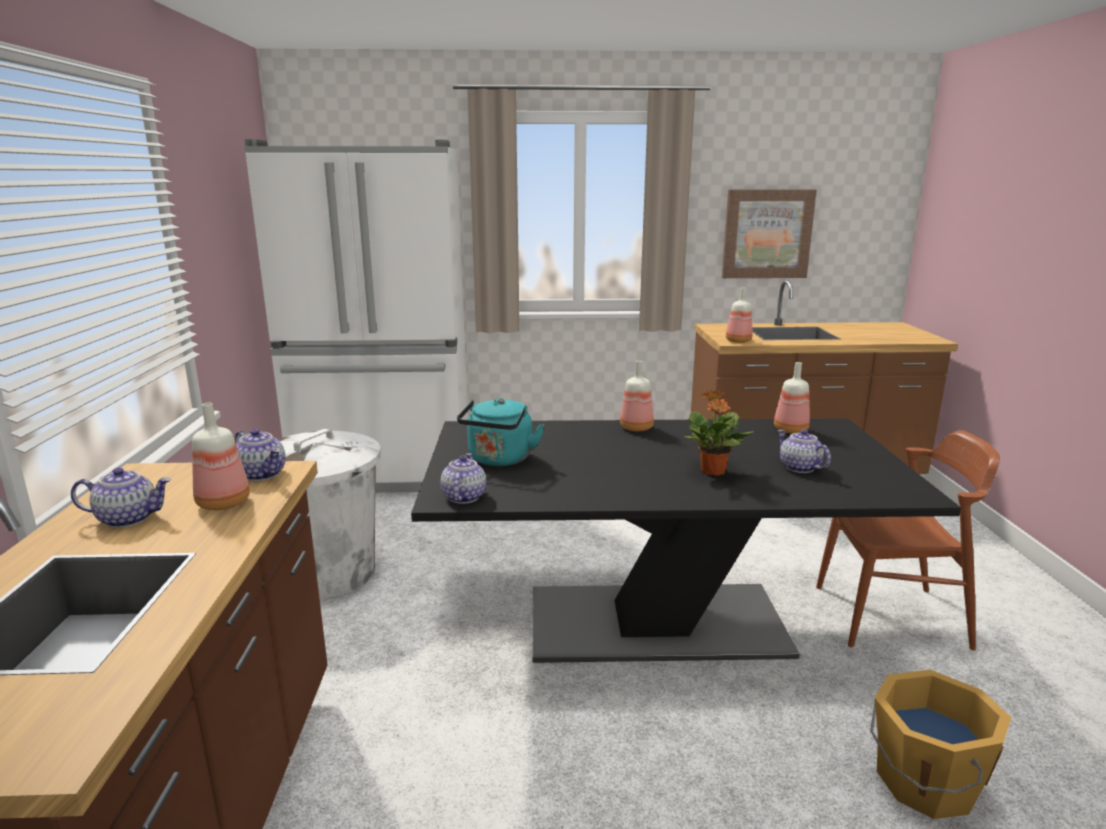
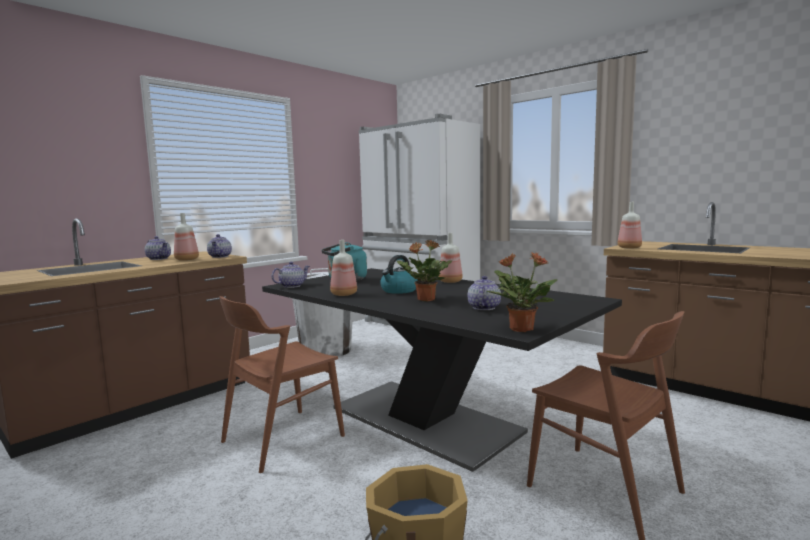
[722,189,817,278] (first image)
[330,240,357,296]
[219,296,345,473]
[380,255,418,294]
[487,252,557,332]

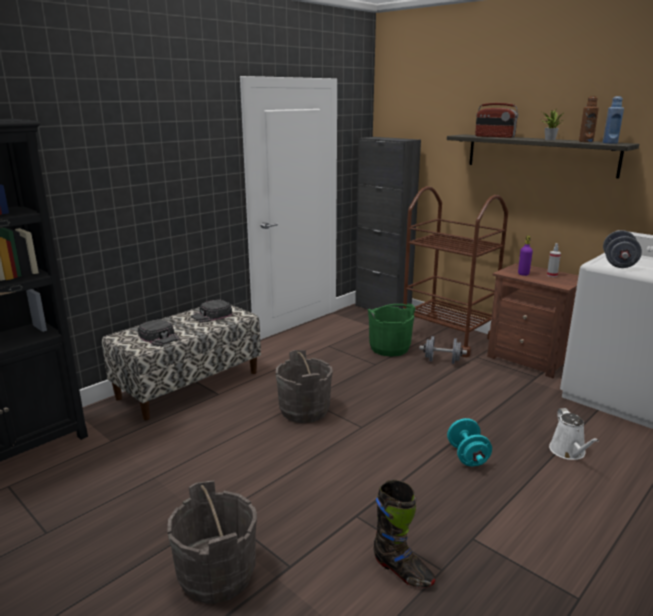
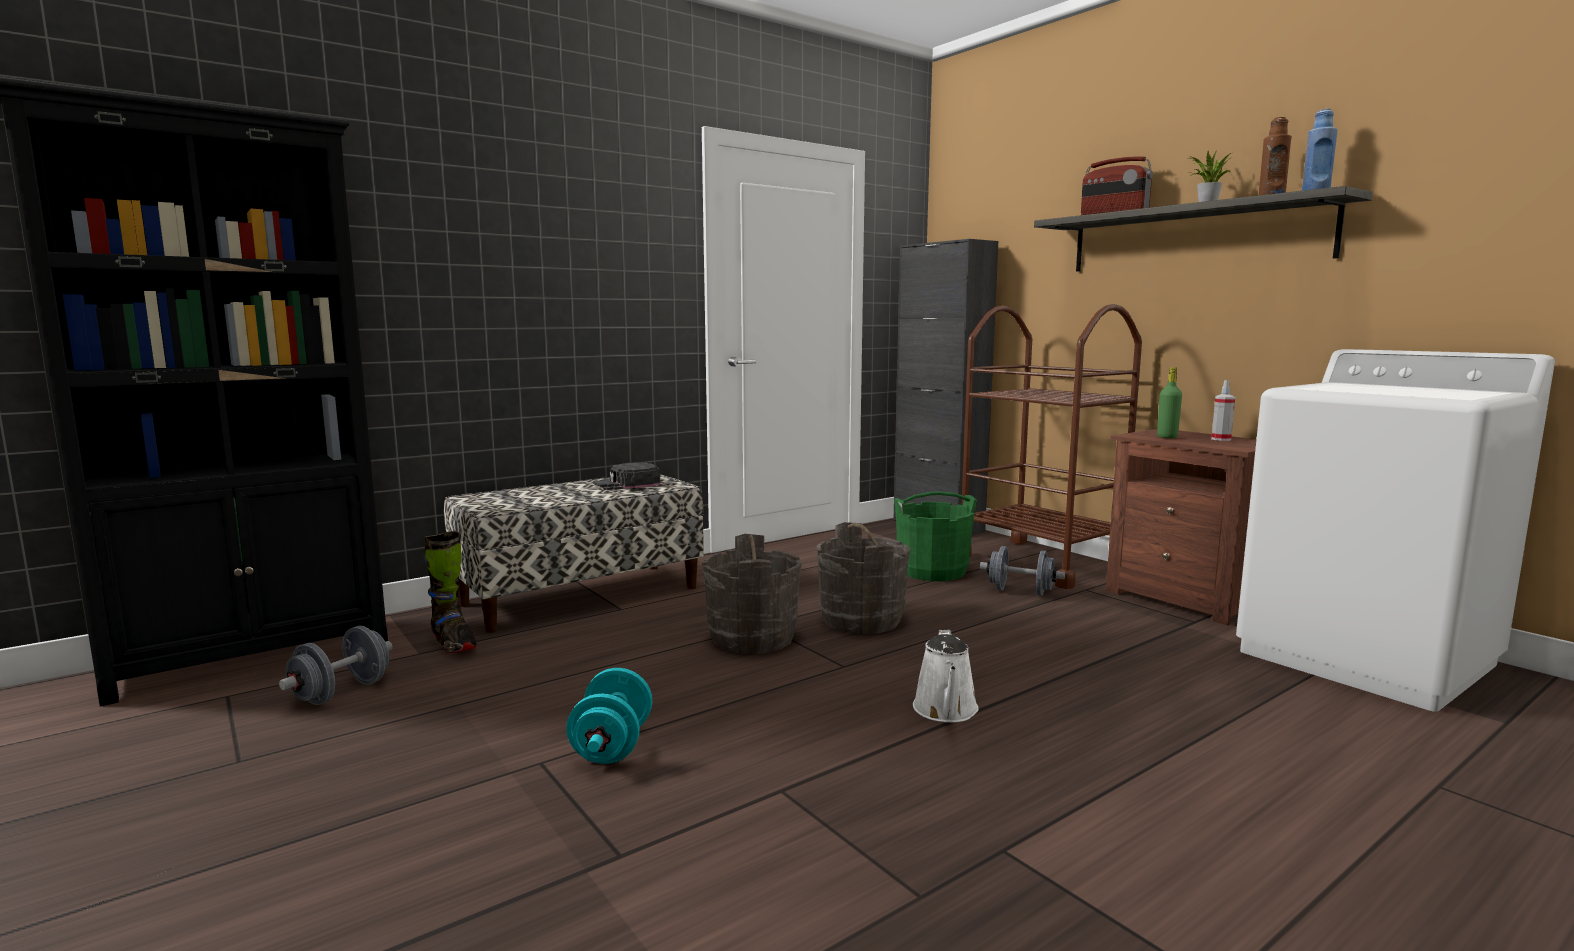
[138,319,180,346] (first image)
[817,522,910,634]
[424,531,477,653]
[566,668,652,764]
[1157,367,1182,438]
[913,630,979,723]
[279,626,393,705]

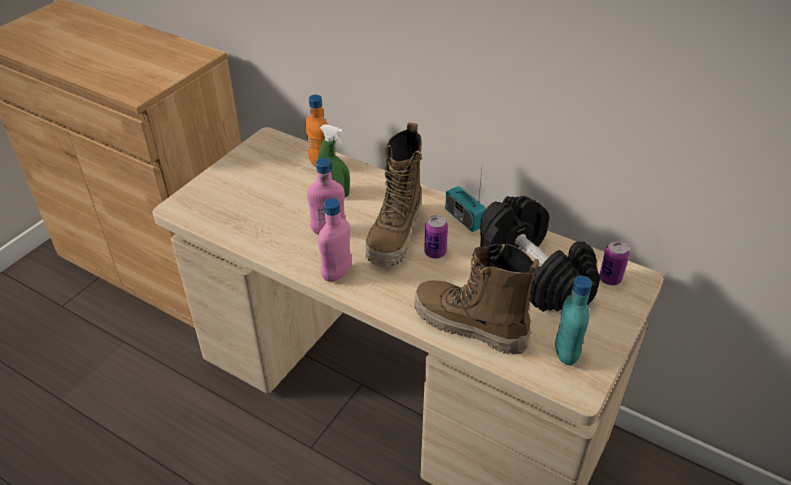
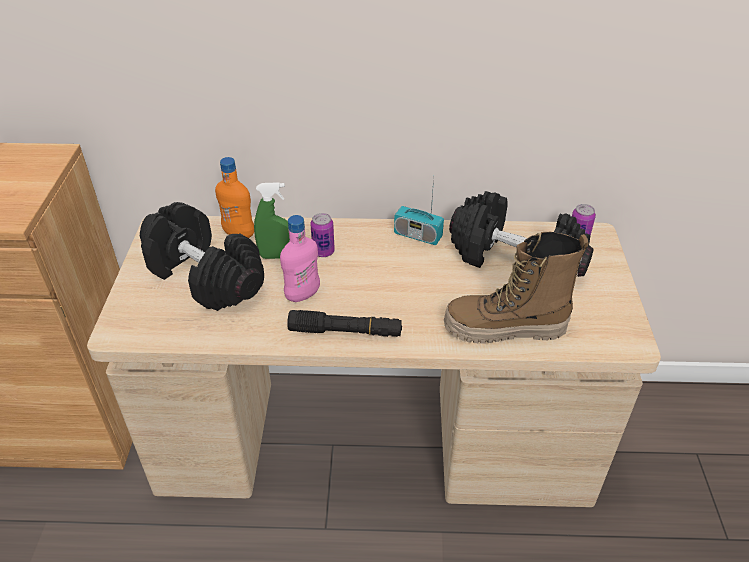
[287,310,402,337]
[365,123,422,267] (first image)
[310,213,335,257]
[555,276,592,365] (first image)
[140,202,264,311]

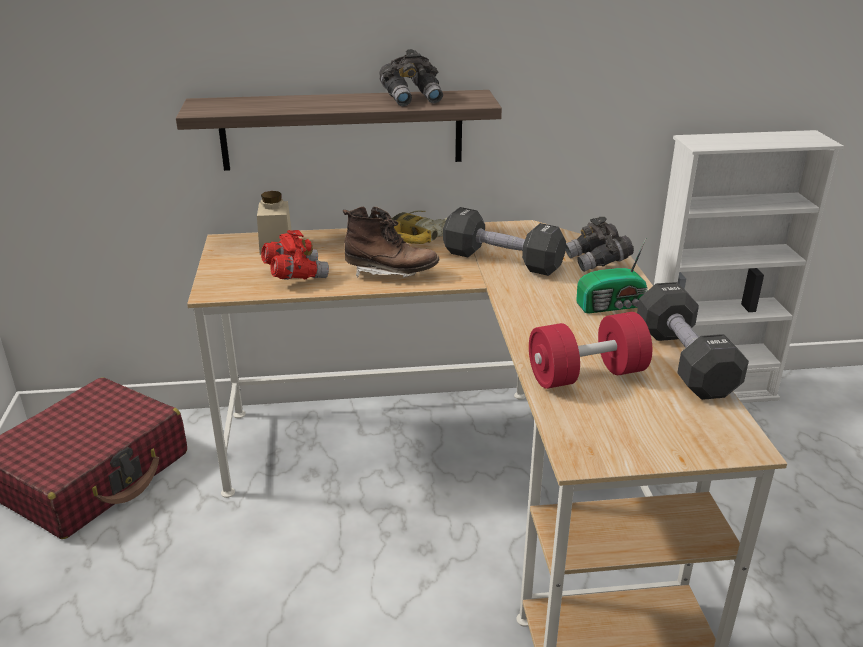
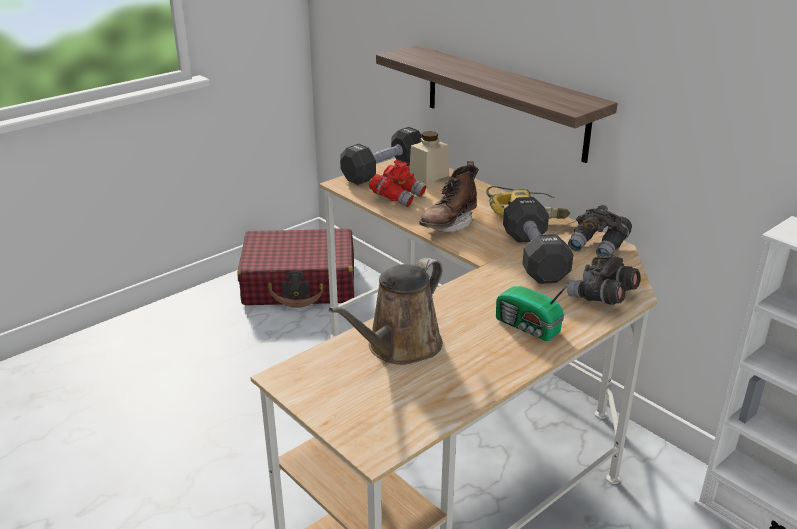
[420,161,479,232]
[568,205,632,256]
[329,258,443,365]
[340,127,422,185]

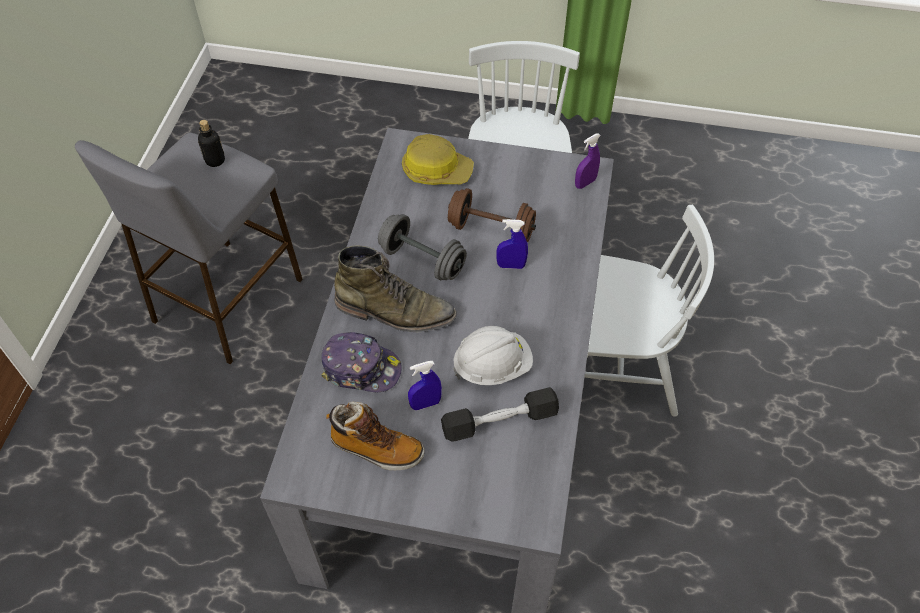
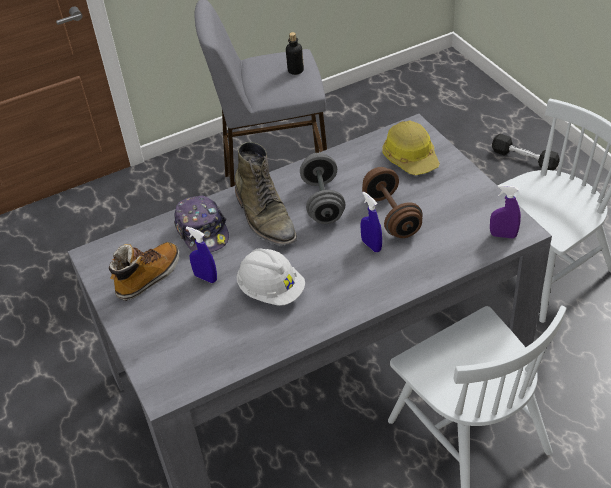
[109,242,179,301]
[492,134,560,171]

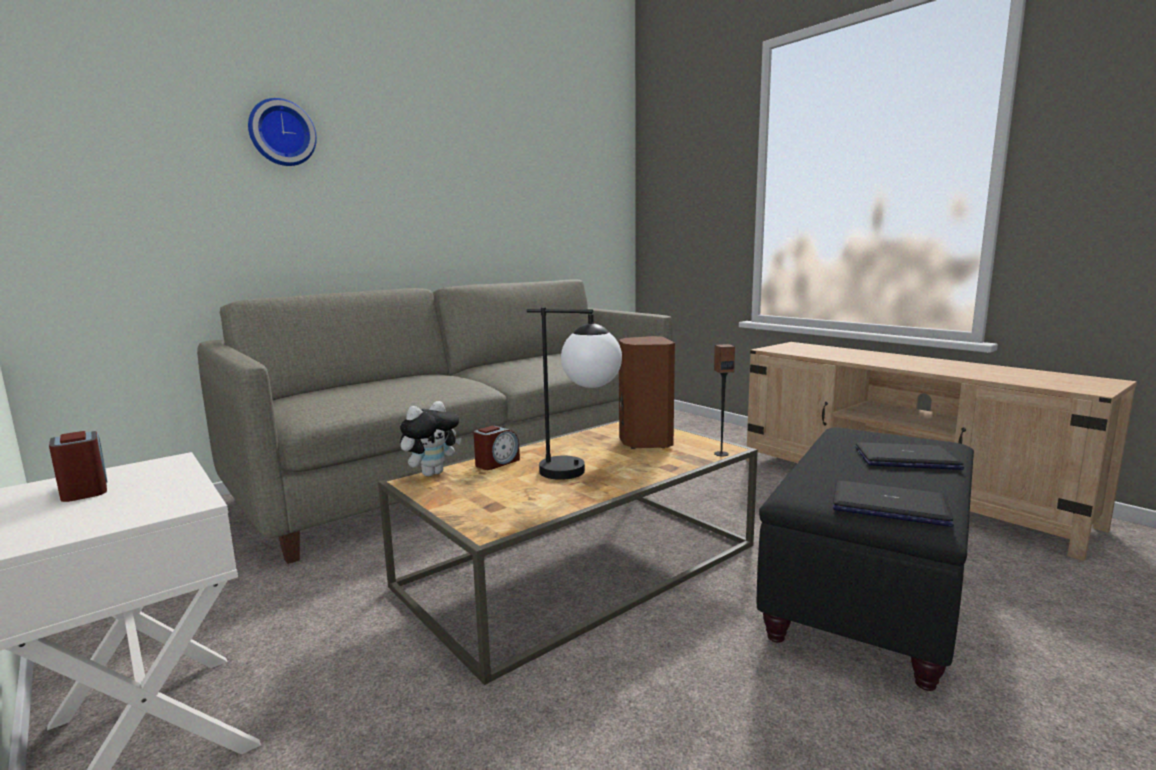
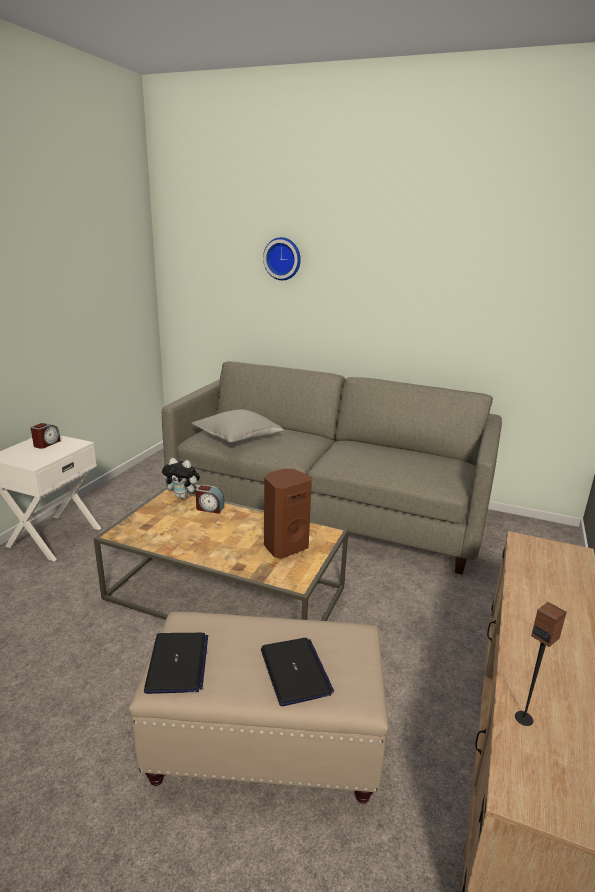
[527,307,622,480] (first image)
[515,602,567,726]
[129,612,388,804]
[192,409,284,442]

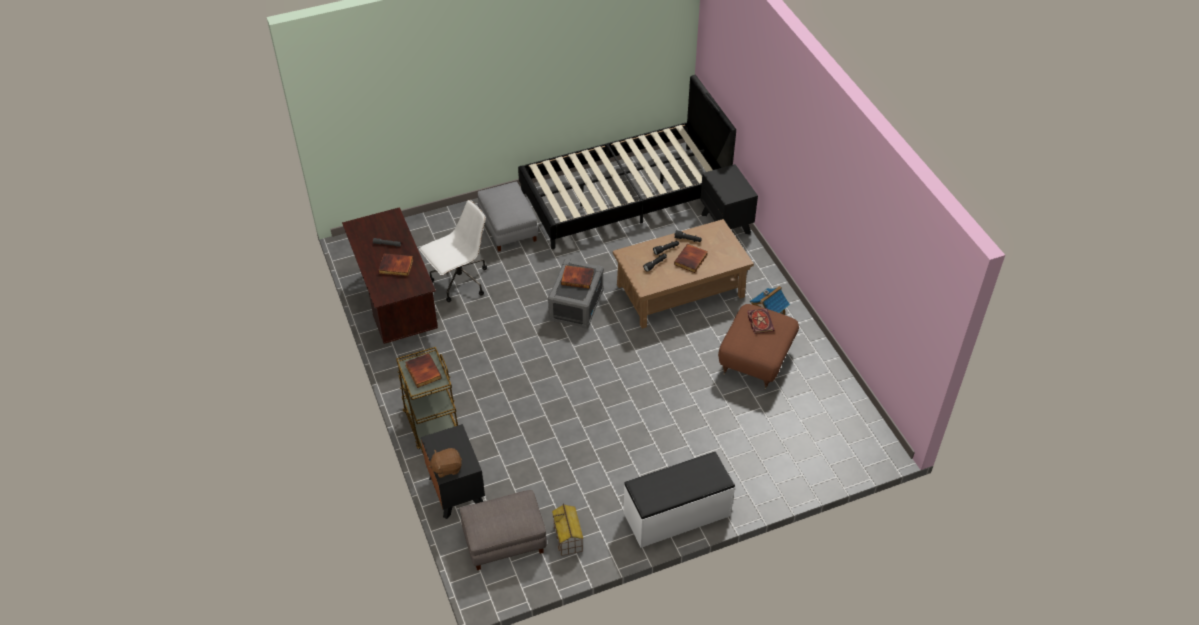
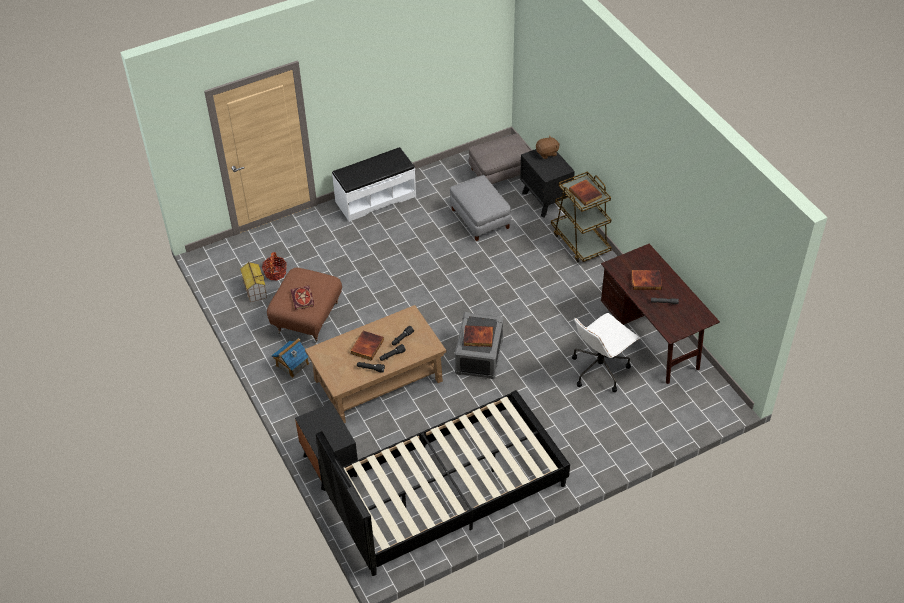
[450,175,511,241]
[240,262,267,302]
[262,252,287,280]

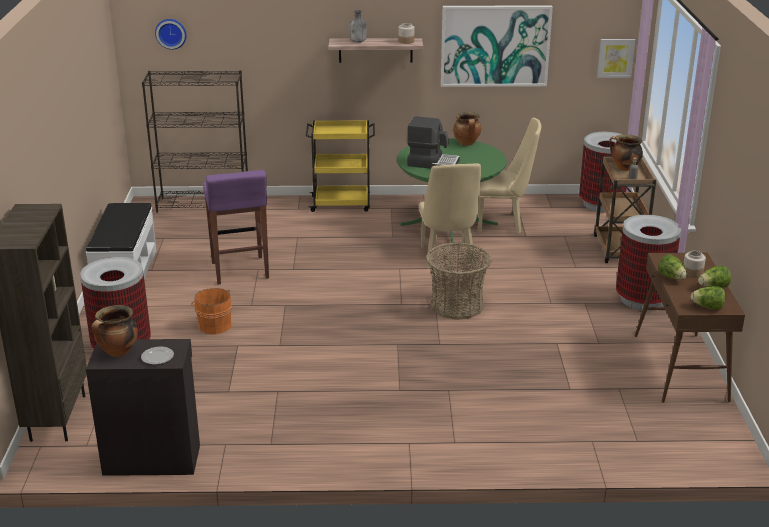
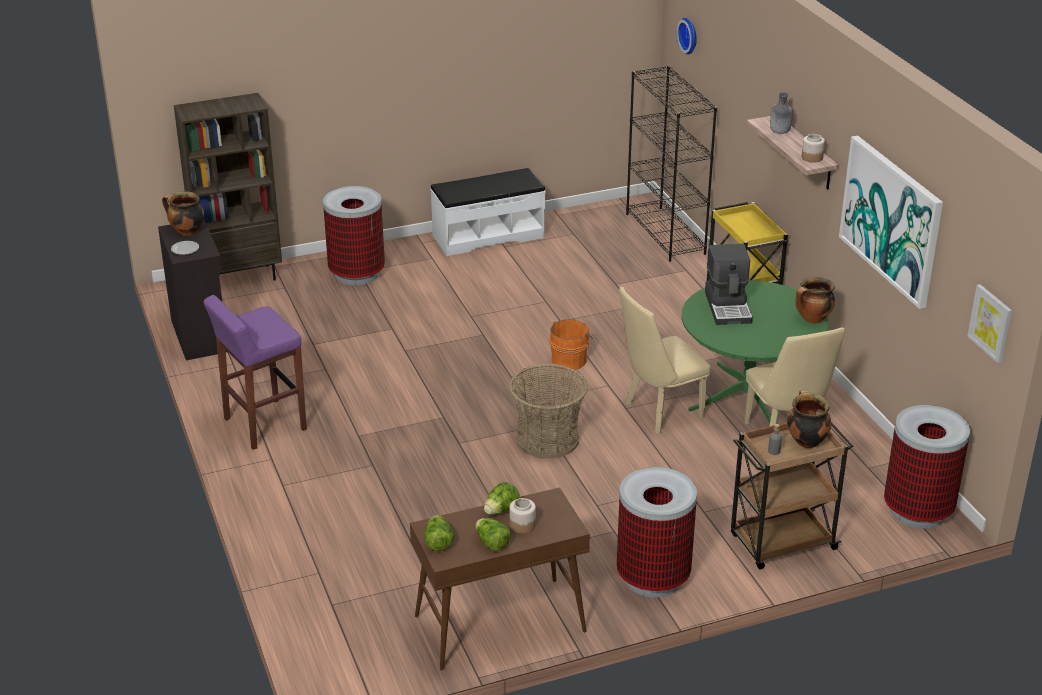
[550,319,593,370]
[204,295,307,450]

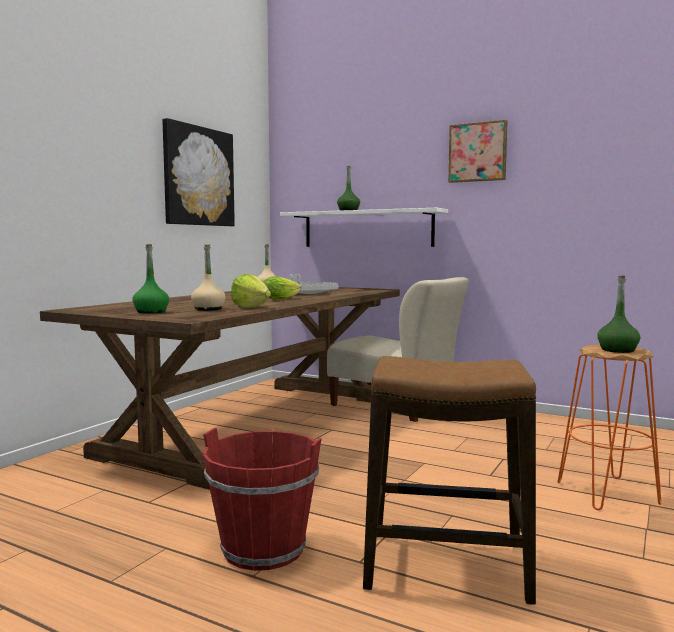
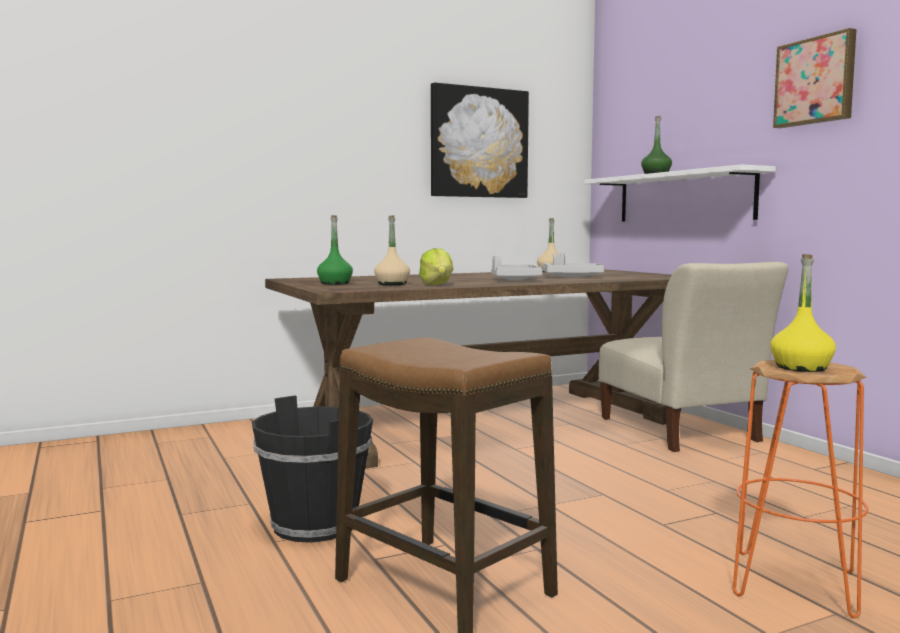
[252,395,373,542]
[491,256,543,280]
[770,254,836,372]

